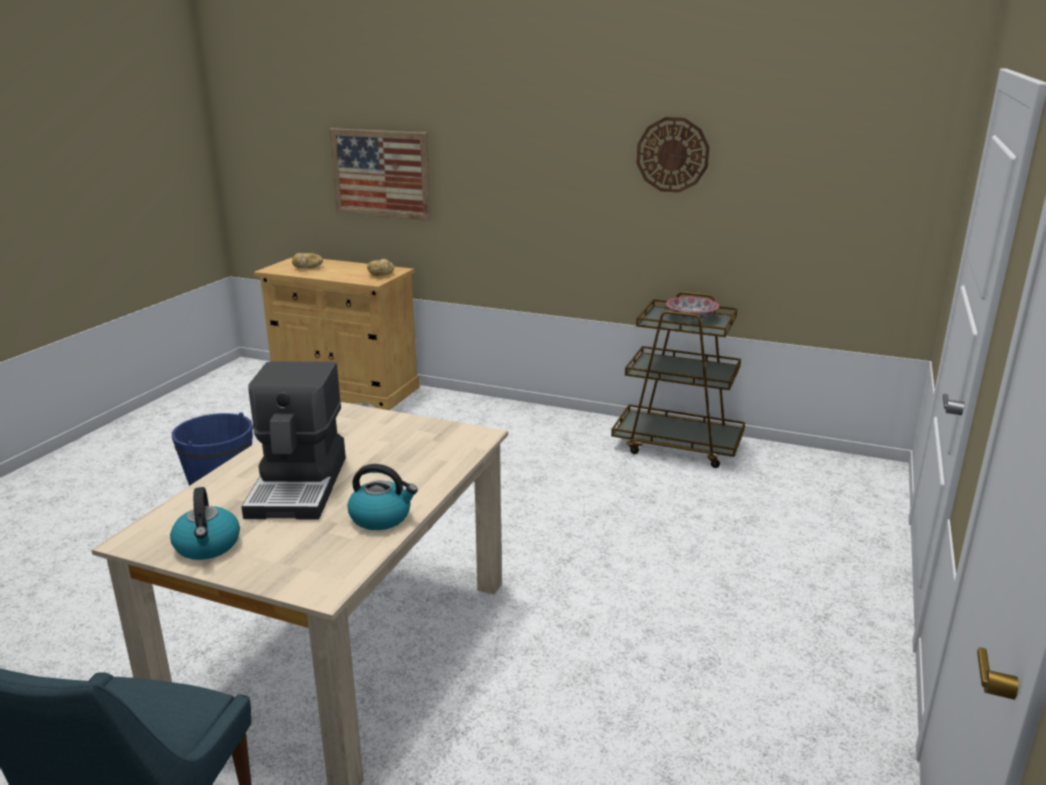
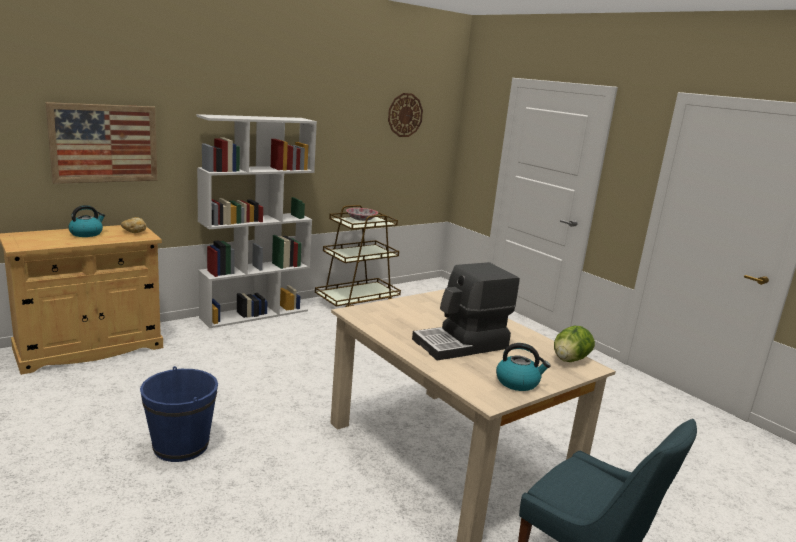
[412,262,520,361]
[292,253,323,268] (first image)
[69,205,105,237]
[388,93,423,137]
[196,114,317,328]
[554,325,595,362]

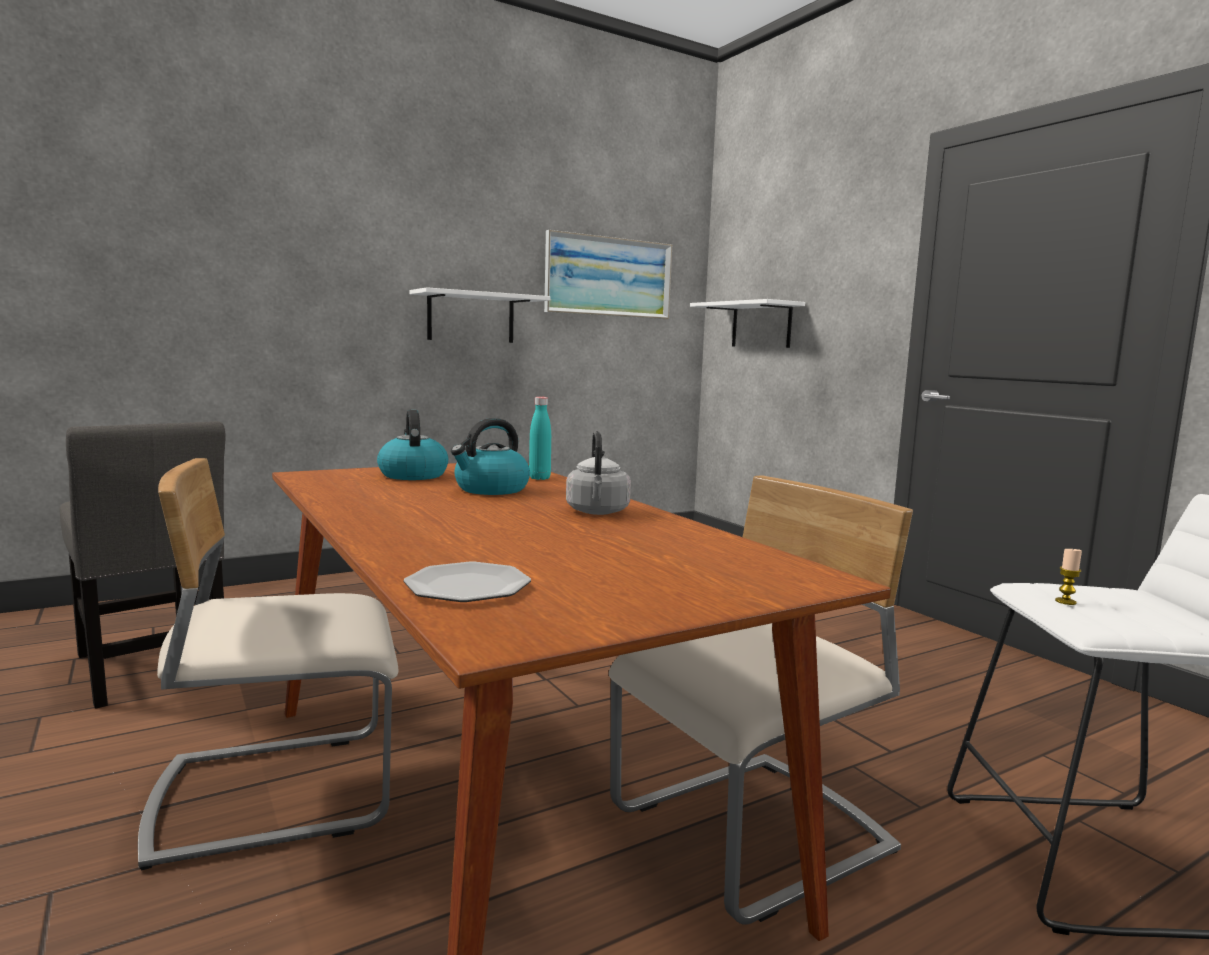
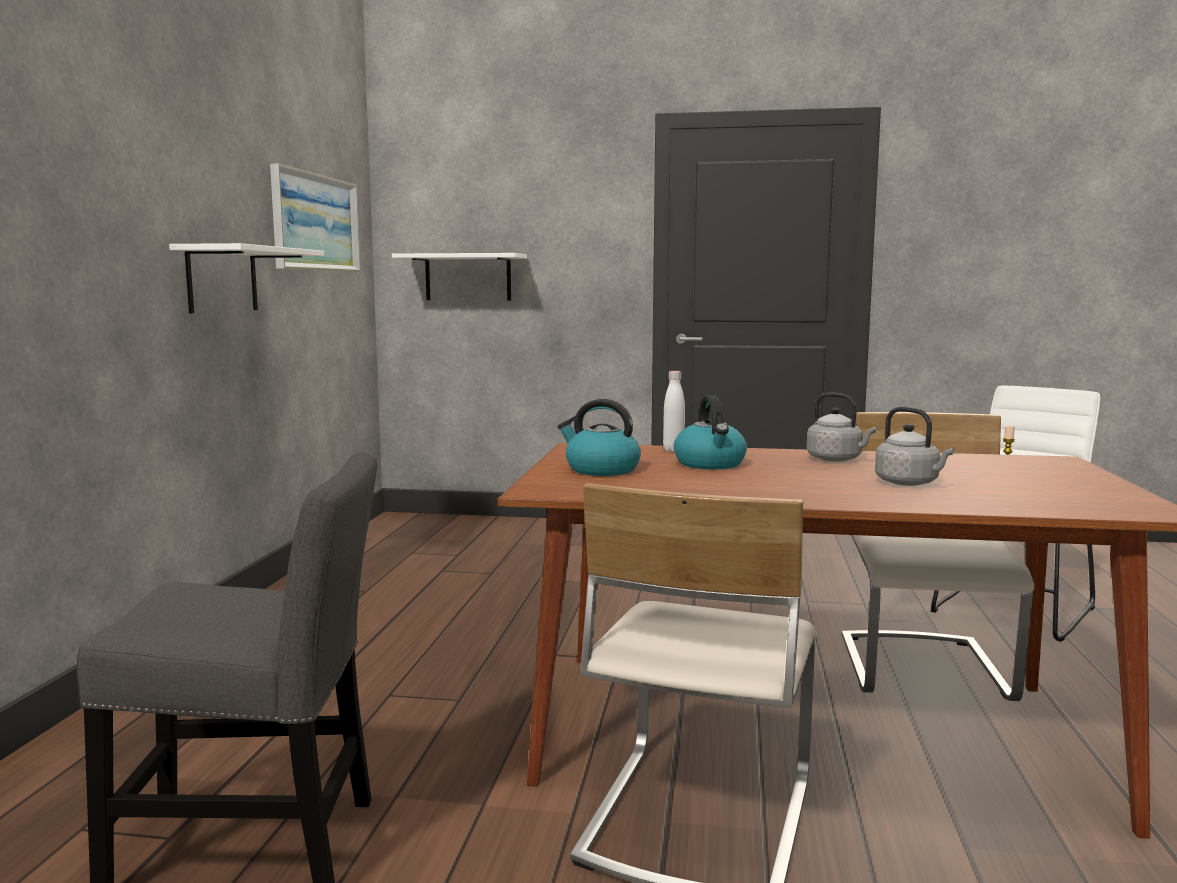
[404,562,531,602] (first image)
[663,371,685,452]
[875,407,954,486]

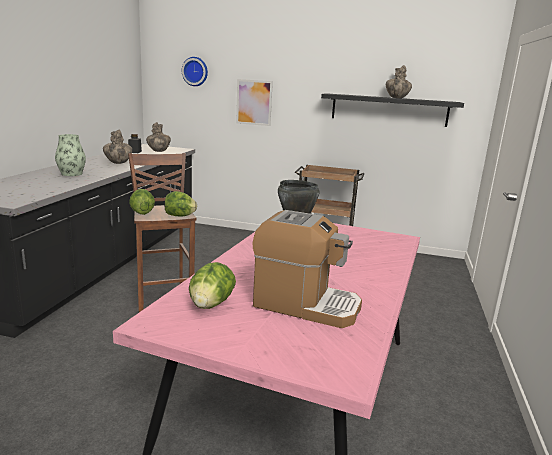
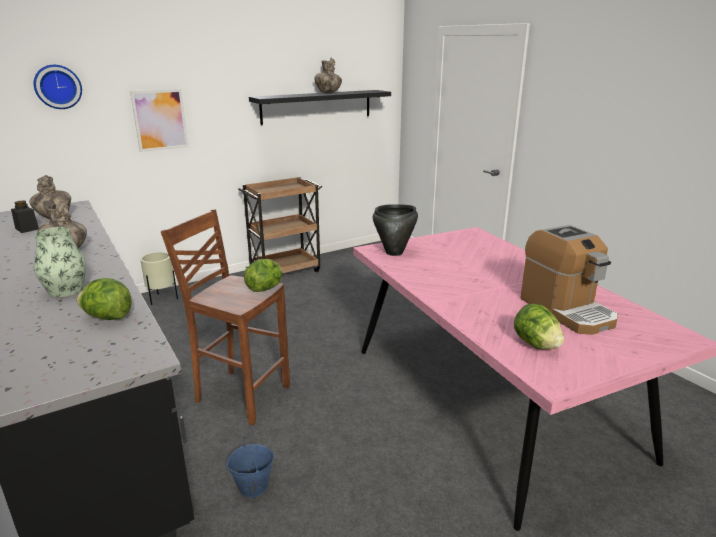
[76,278,132,320]
[520,225,618,335]
[140,252,178,305]
[227,437,274,498]

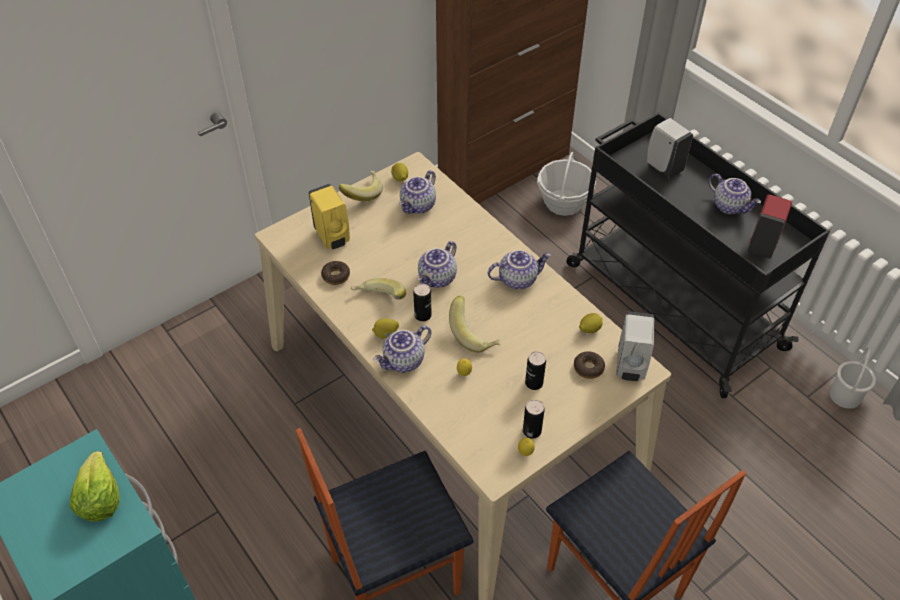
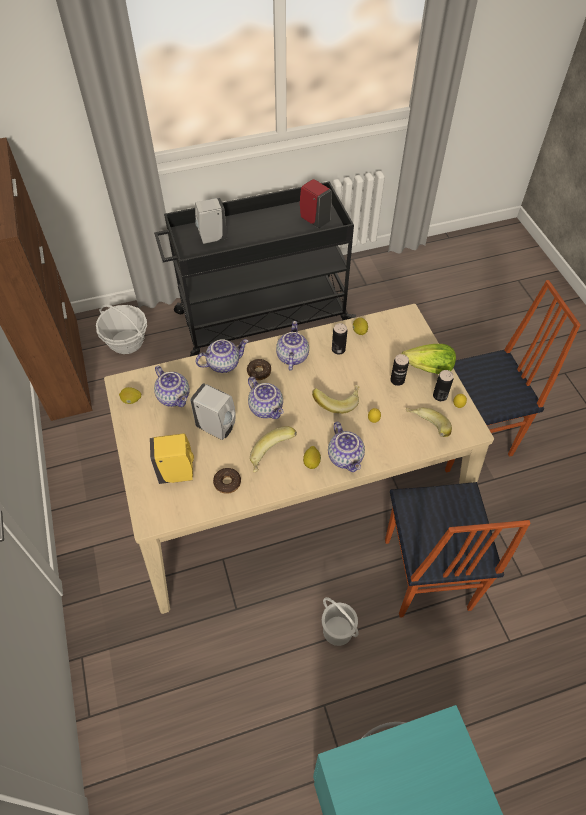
[401,344,456,374]
[406,407,452,437]
[332,323,347,355]
[247,359,271,380]
[190,383,236,440]
[196,339,248,373]
[322,597,359,646]

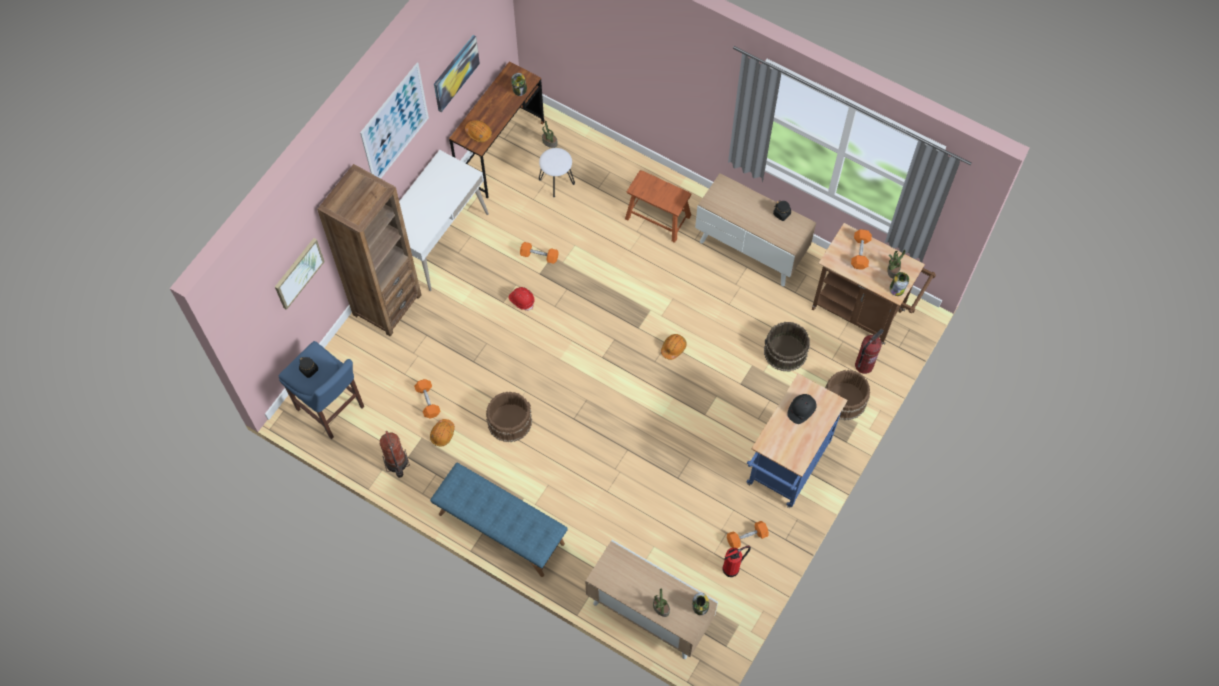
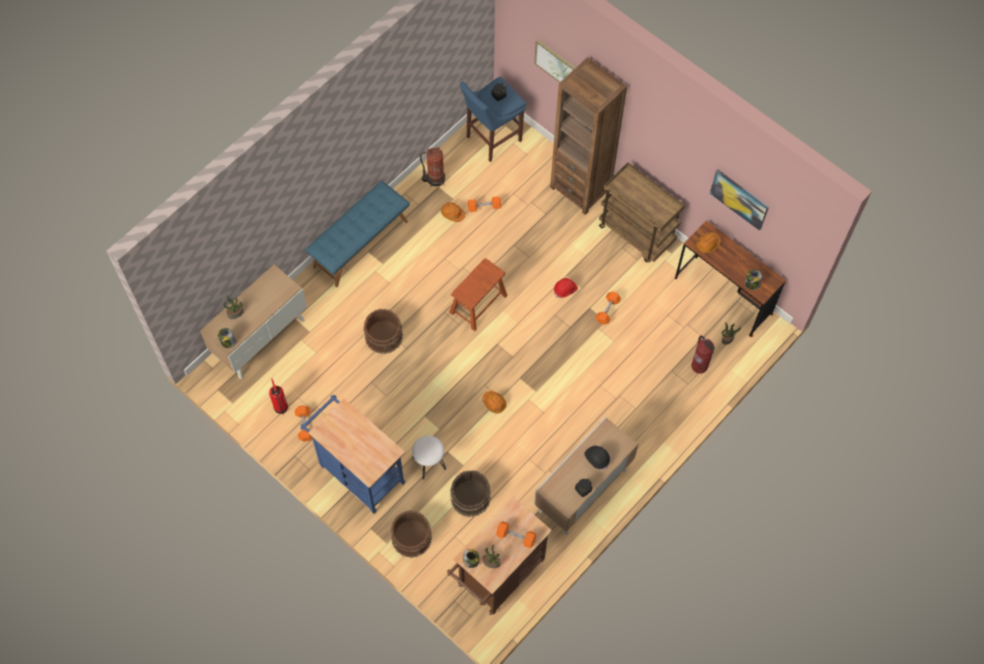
[360,62,429,179] (first image)
[599,162,685,263]
[363,309,403,354]
[412,436,446,480]
[449,258,507,331]
[584,446,610,470]
[691,335,715,374]

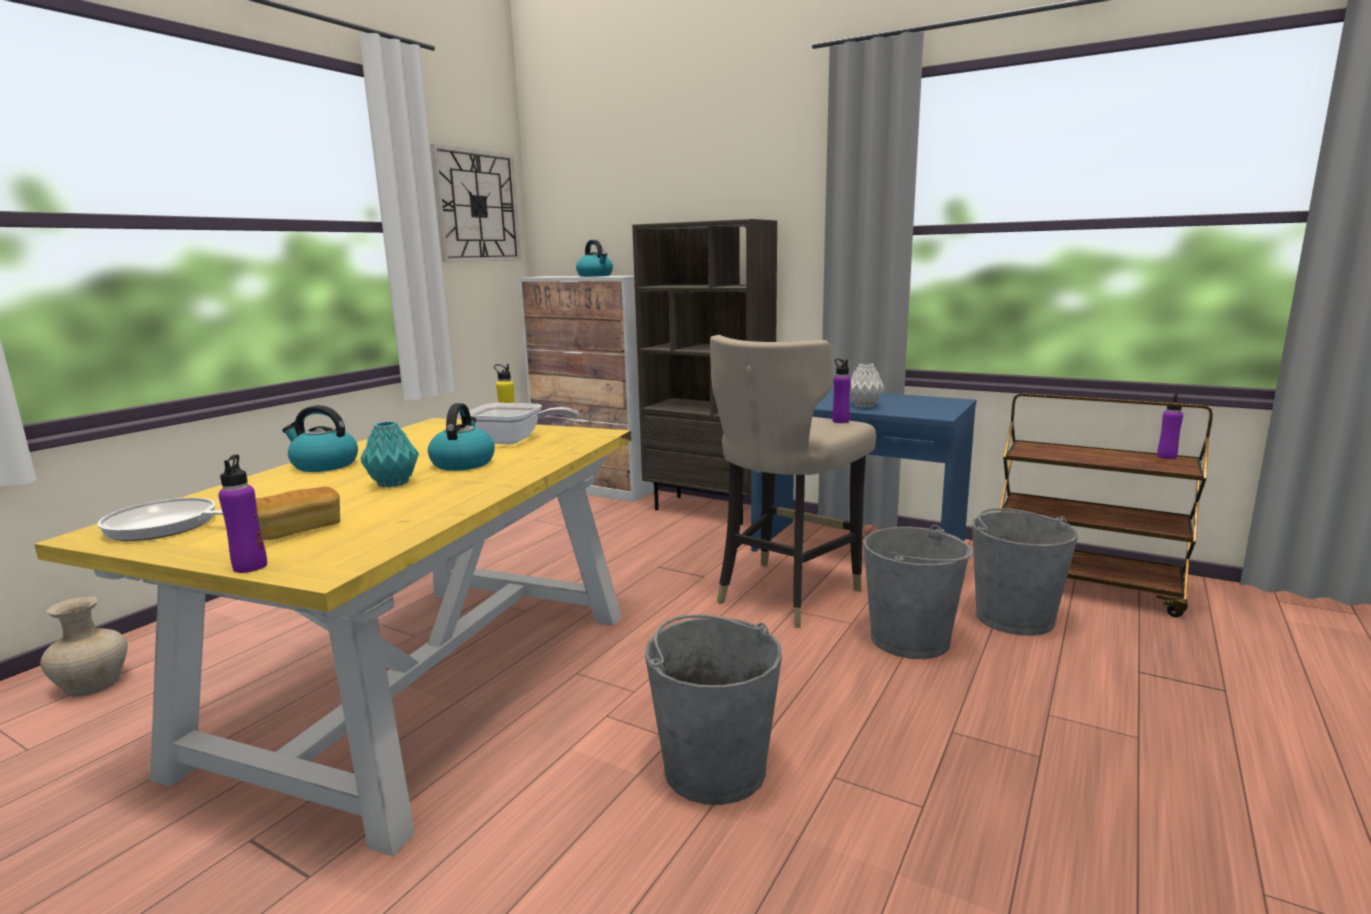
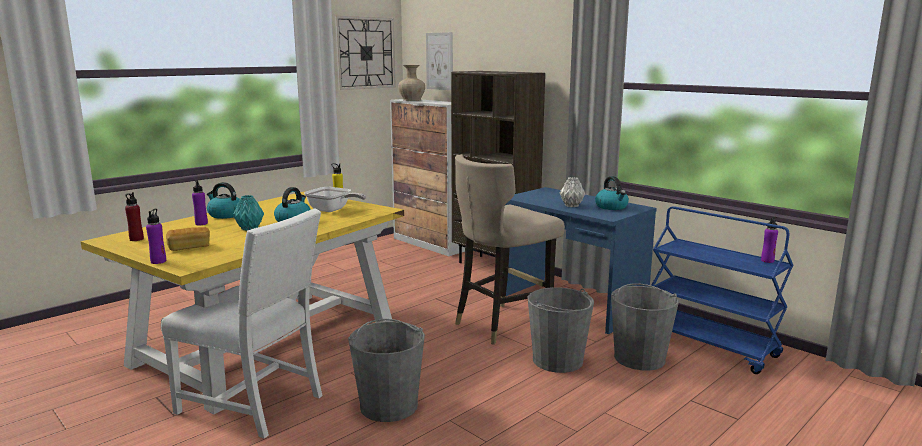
[398,65,425,101]
[125,192,144,241]
[595,176,629,210]
[192,180,208,225]
[651,206,793,374]
[161,209,323,439]
[426,32,453,90]

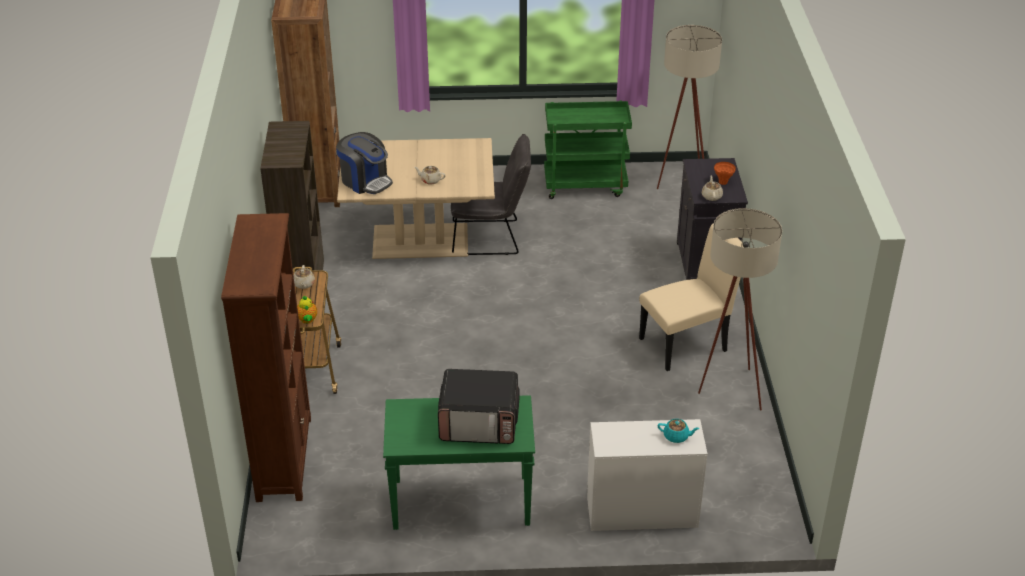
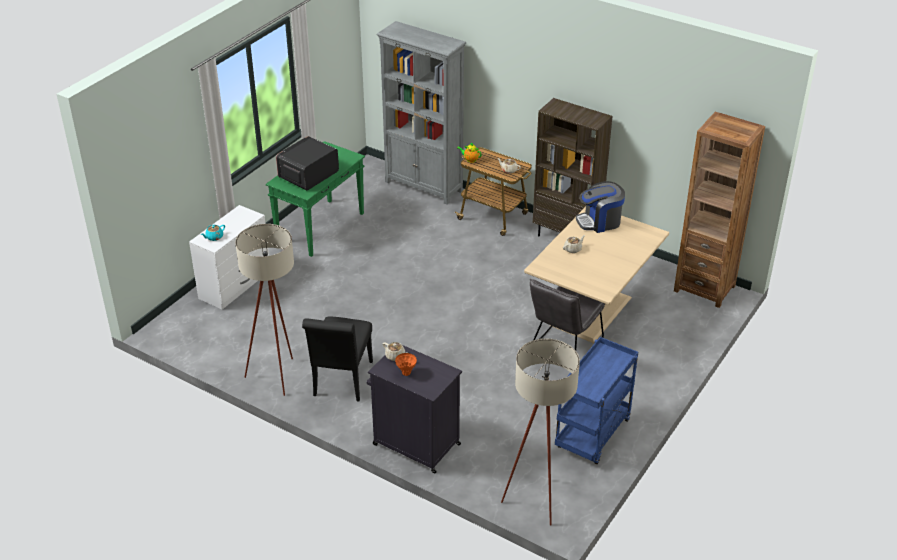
[376,21,466,205]
[555,337,638,464]
[302,317,373,401]

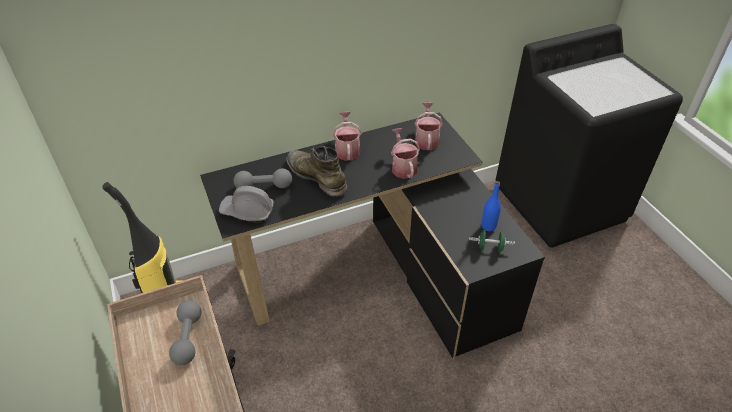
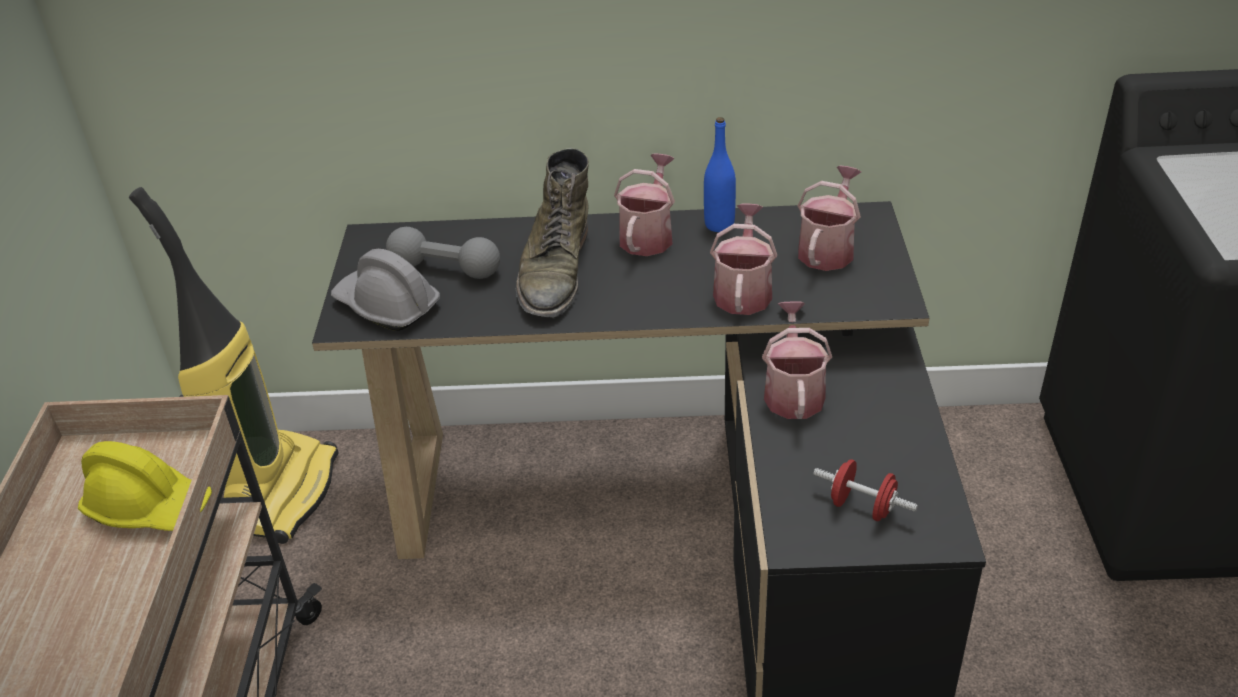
[78,441,212,531]
[516,148,589,318]
[813,459,918,521]
[704,117,736,232]
[762,302,832,419]

